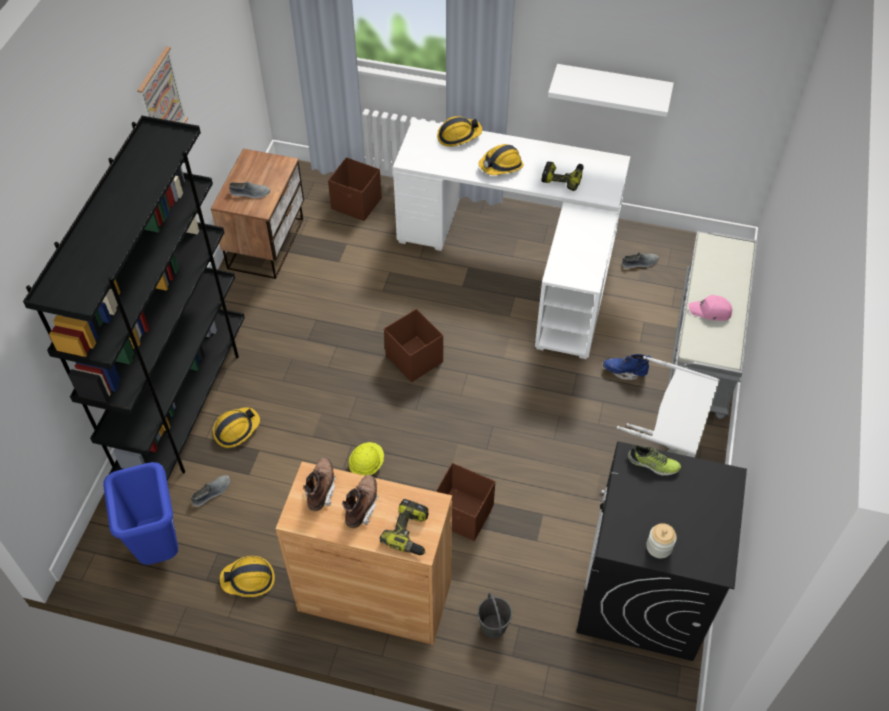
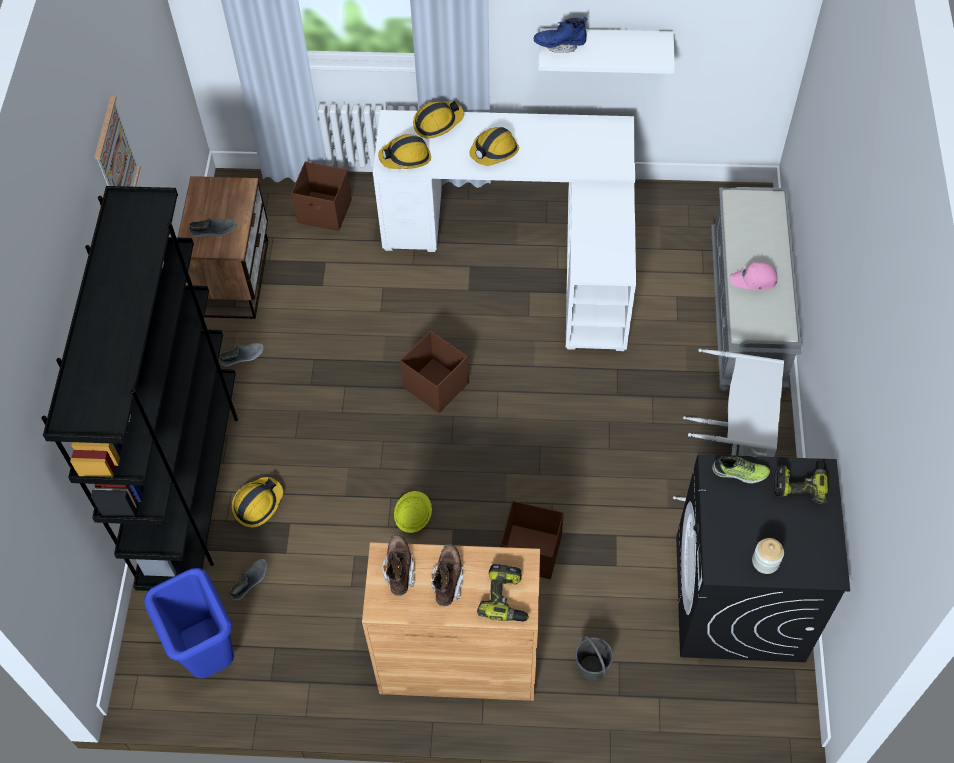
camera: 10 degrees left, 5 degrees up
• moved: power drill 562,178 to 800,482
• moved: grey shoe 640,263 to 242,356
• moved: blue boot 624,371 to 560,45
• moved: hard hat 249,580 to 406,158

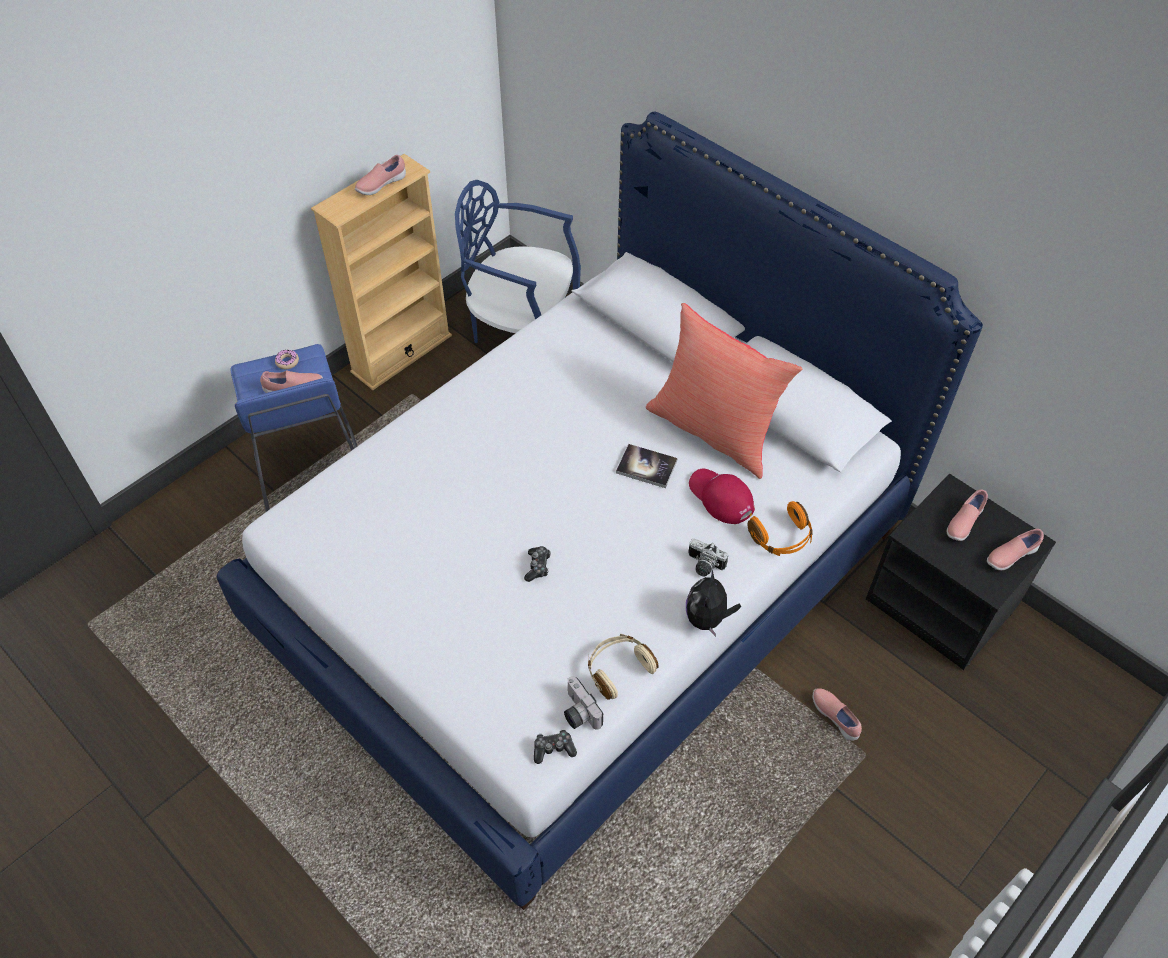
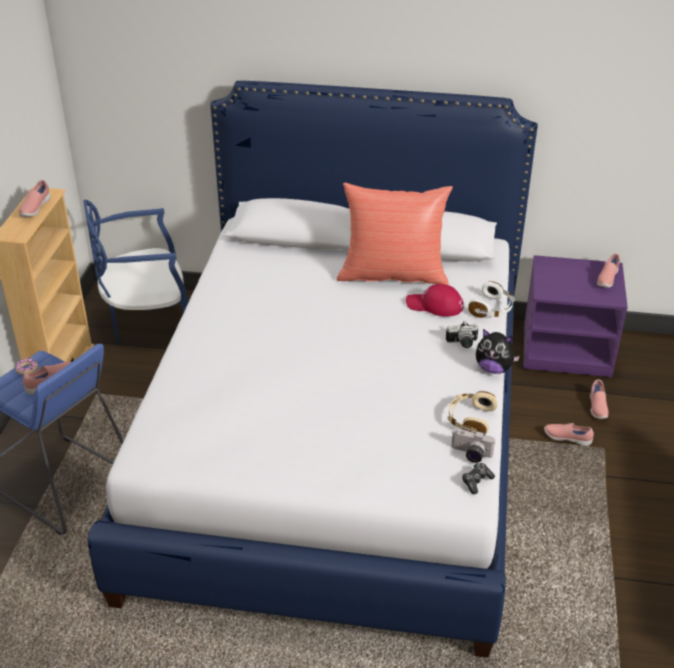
camera: 35 degrees left, 15 degrees down
• removed: book 646,467
• recoloured: black nightstand 943,603 to purple nightstand 567,350
• moved: pink shoe 963,522 to 597,407
• recoloured: orange headphones 781,537 to white headphones 492,309
• removed: game controller 538,566
• turned: plush toy 707,618 = 493,369 45 degrees counterclockwise

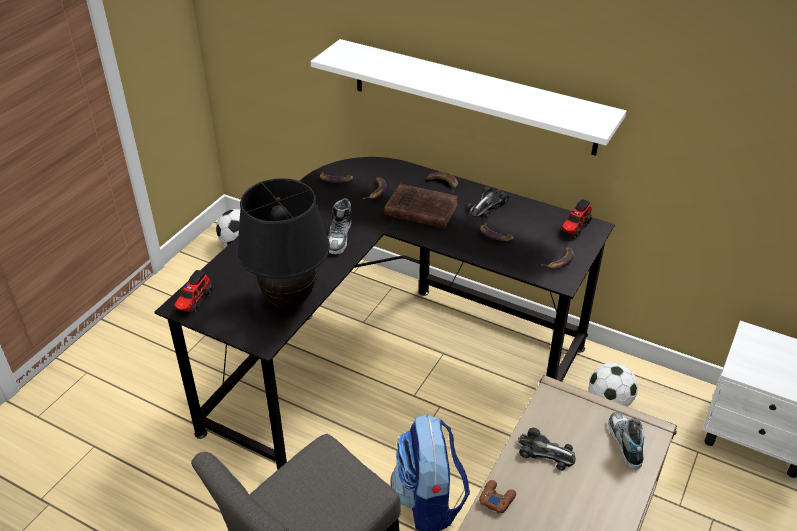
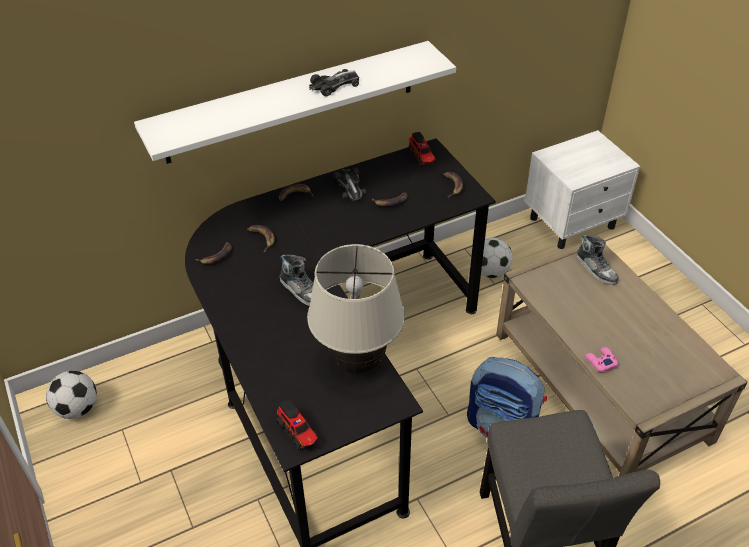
camera: 55 degrees left, 5 degrees up
• recoloured: black table lamp 289,300 to beige table lamp 358,362
• removed: brown book 419,209
• turned: shoe 624,443 = 596,269 150 degrees counterclockwise
• moved: toy car 545,452 to 335,85
• recoloured: brown game controller 496,498 to pink game controller 600,361

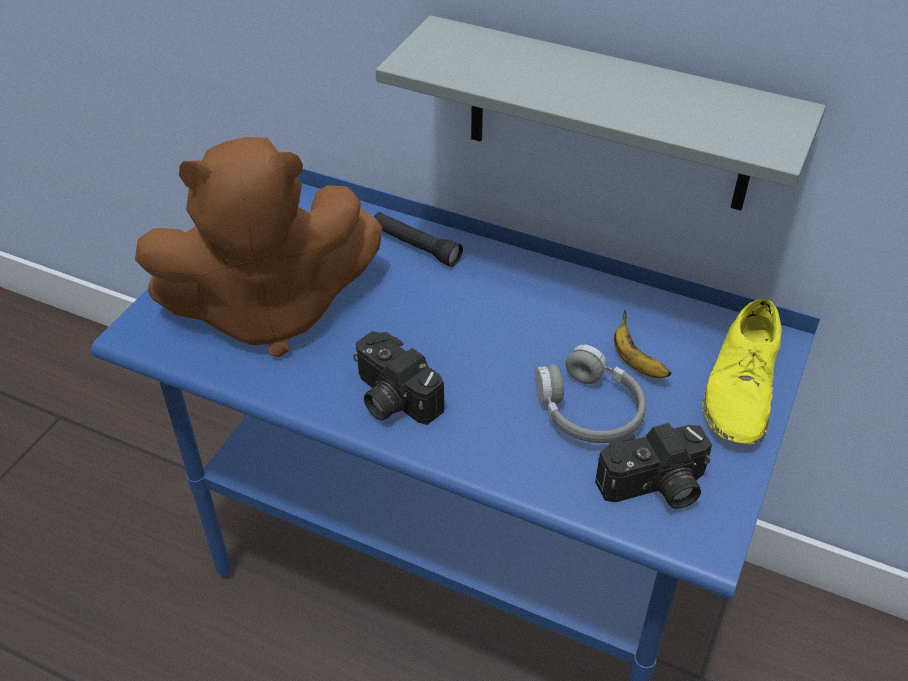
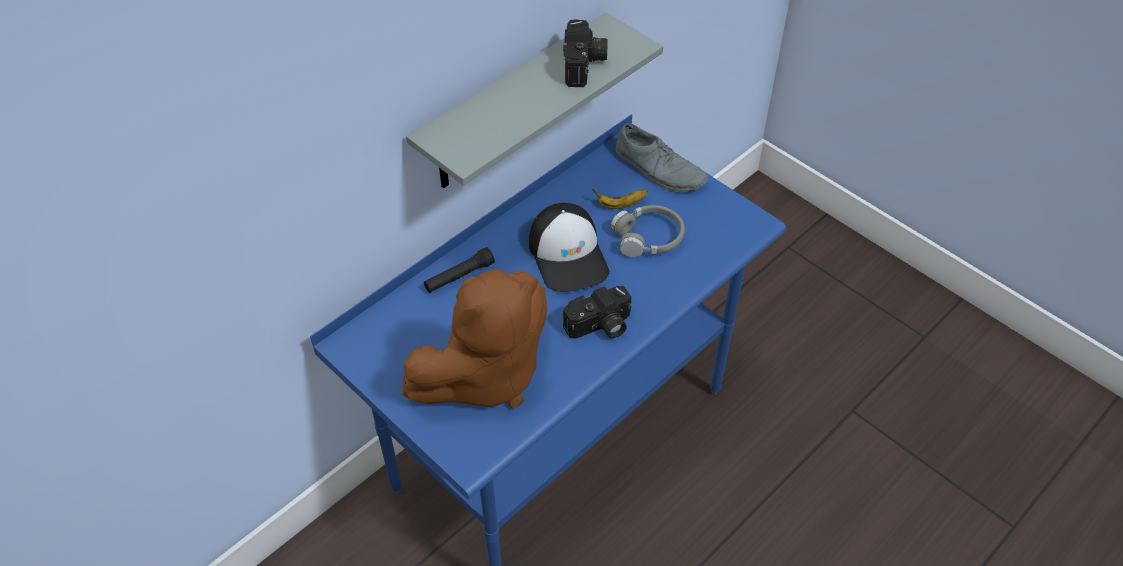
camera: 70 degrees left, 5 degrees up
• turned: brown plush toy 269,310 = 485,374 45 degrees clockwise
• recoloured: yellow shoe 741,388 to grey shoe 659,169
• moved: photo camera 655,488 to 585,65
• added: cap 569,255

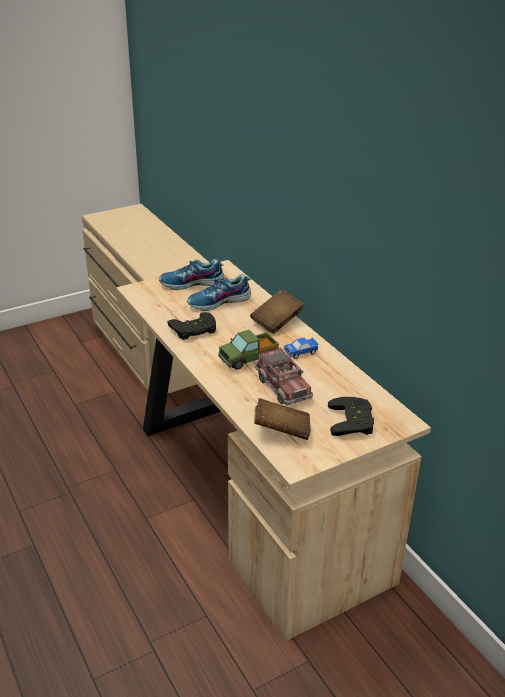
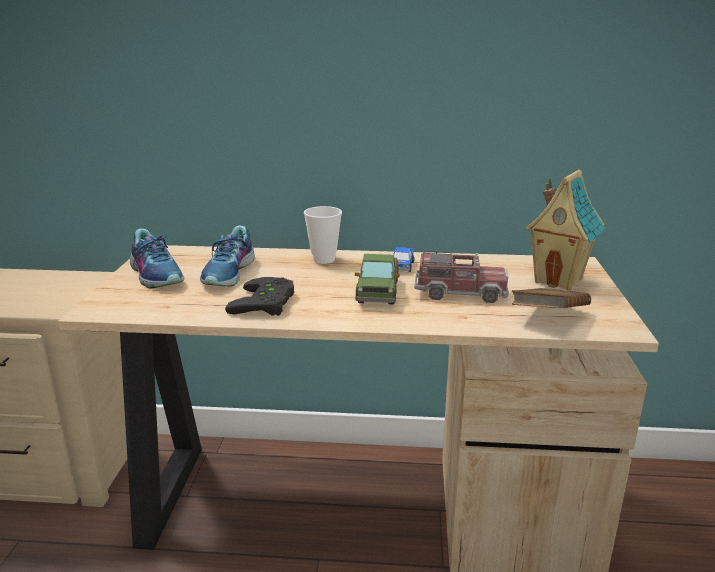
camera: 55 degrees left, 10 degrees down
• turned: shoe 192,283 = 157,274 60 degrees counterclockwise
• replaced: brown book 277,322 to cup 324,259
• replaced: black game controller 354,421 to toy house 559,280

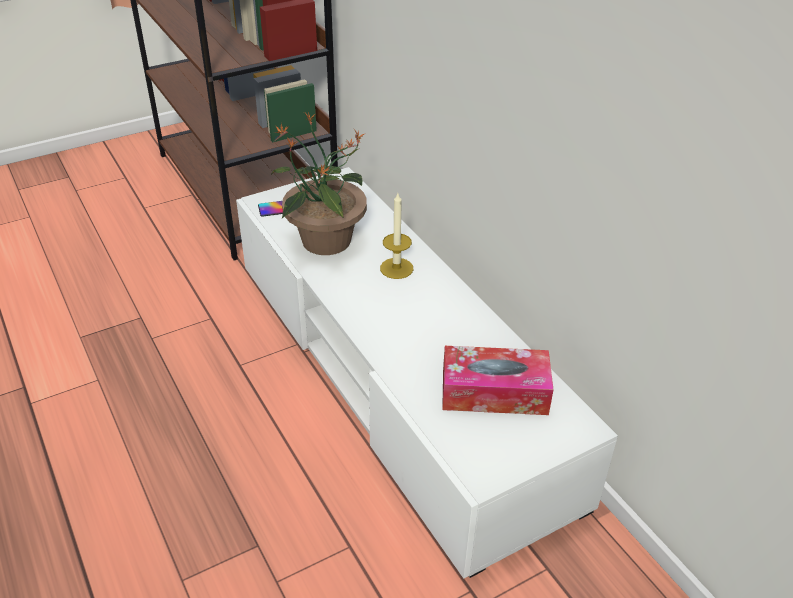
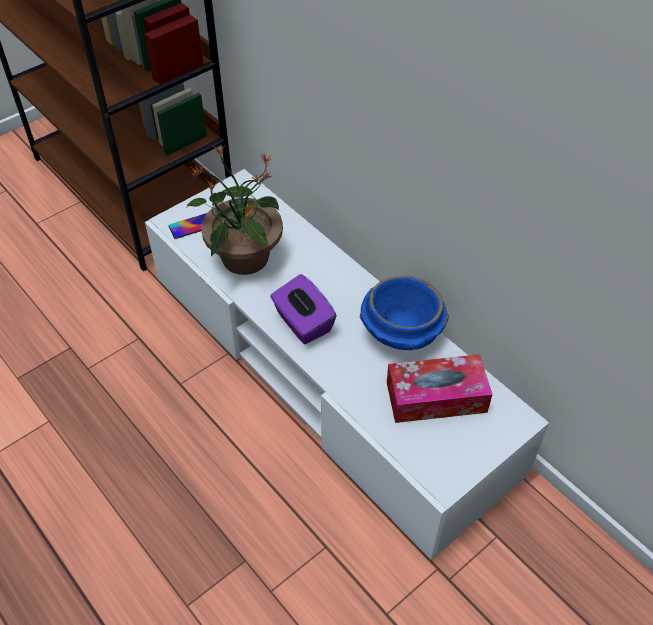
camera: 10 degrees left, 10 degrees up
• removed: candle 396,268
• added: purple tissue box 303,323
• added: blue bowl 400,333

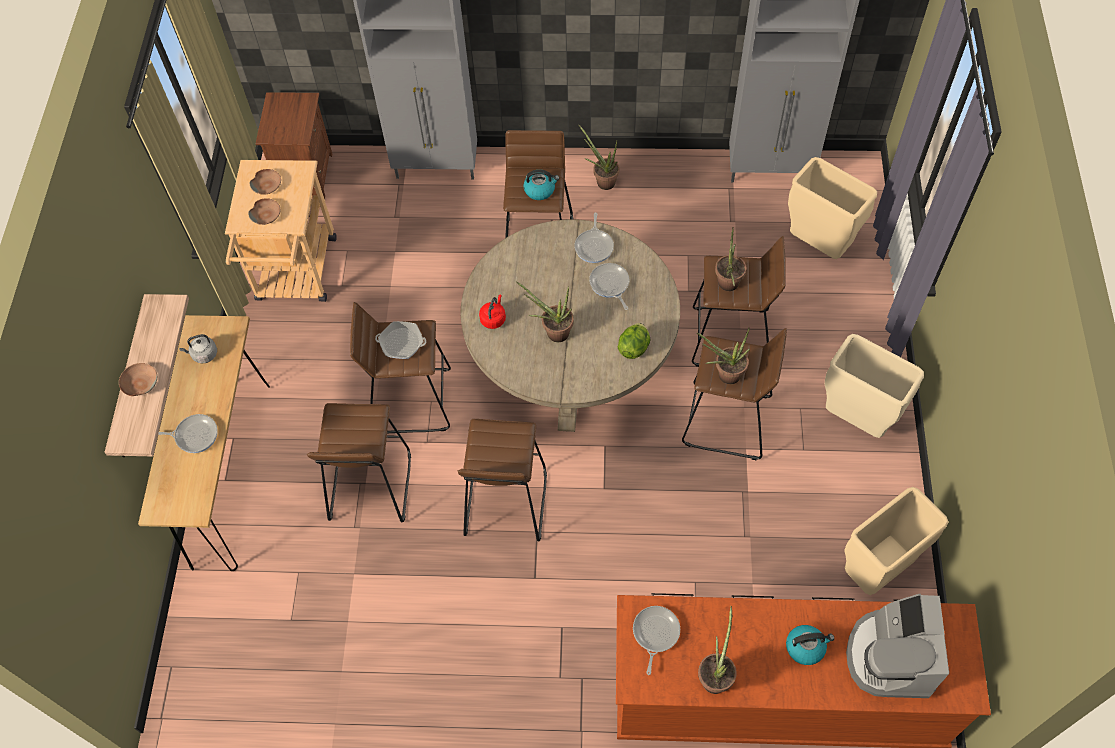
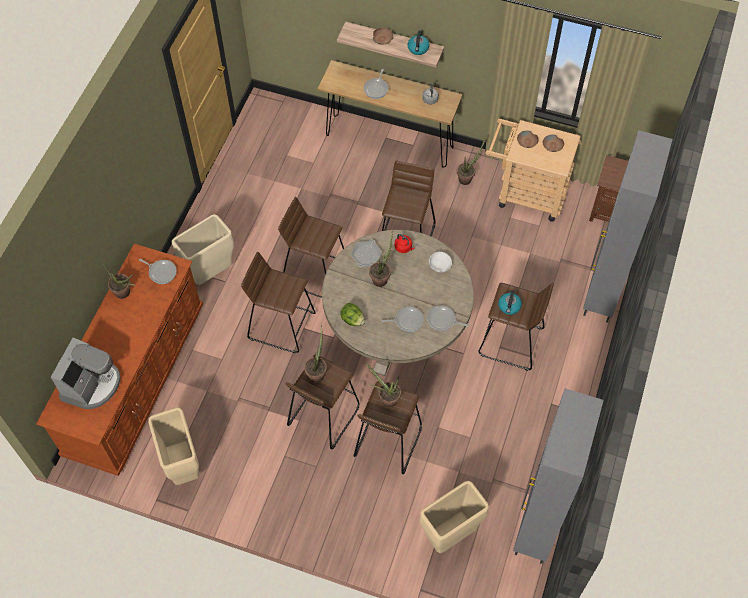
camera: 105 degrees right, 0 degrees up
• moved: potted plant 602,181 to 467,178
• moved: frying pan 401,343 to 366,255
• moved: beige trash can 857,419 to 211,274
• moved: brown stool 370,487 to 281,325
• turned: coffee machine 890,656 = 92,384 90 degrees clockwise
• moved: kettle 805,647 to 418,49
• added: white bowl 439,266

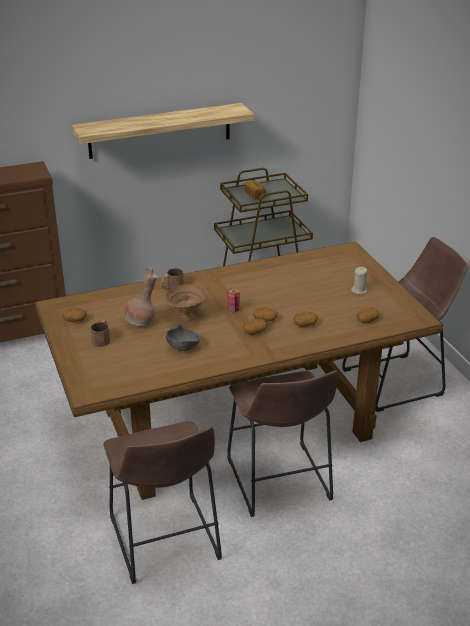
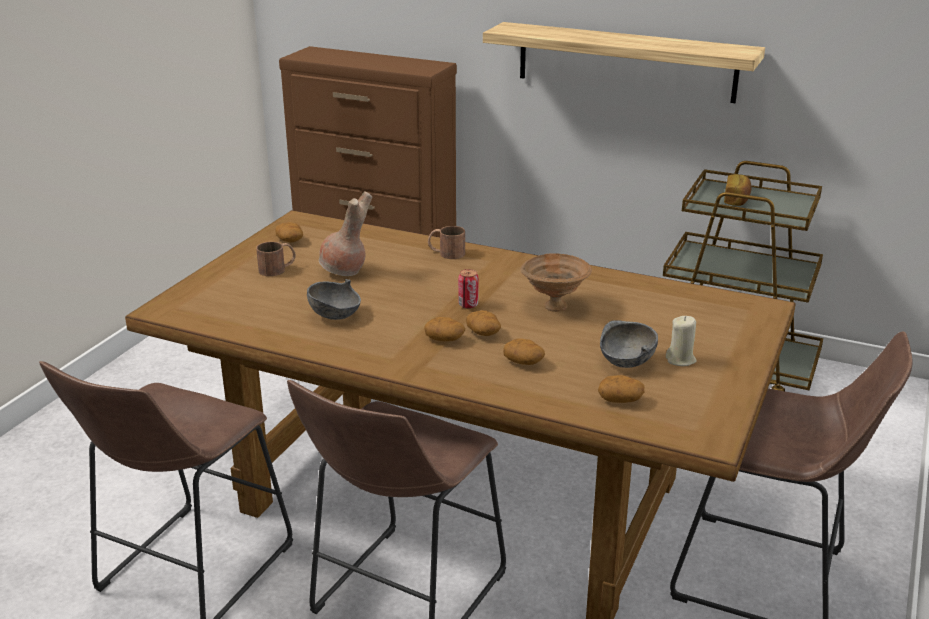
camera: 45 degrees right, 5 degrees down
• moved: brown bowl 186,318 to 553,306
• added: grey bowl 626,362

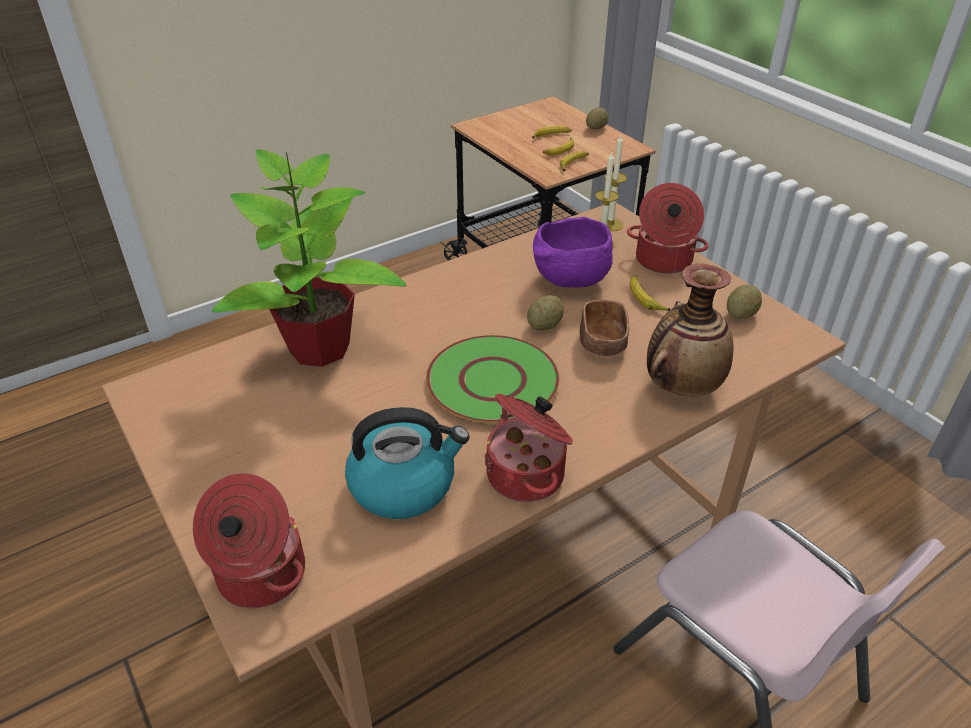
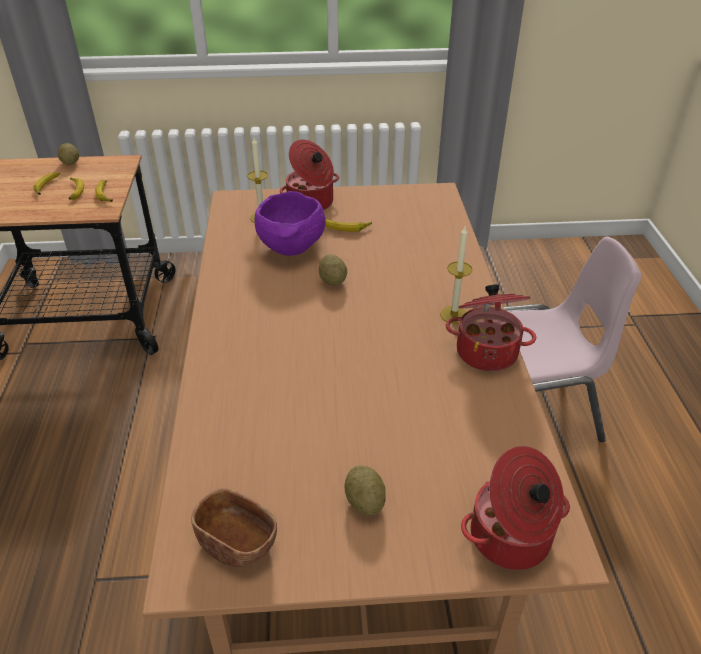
camera: 60 degrees left, 0 degrees up
• moved: candle 610,224 to 454,315
• removed: potted plant 319,349
• removed: vase 682,386
• moved: potato 740,314 to 365,501
• moved: brown bowl 602,343 to 237,542
• removed: green plate 492,380
• removed: kettle 404,485

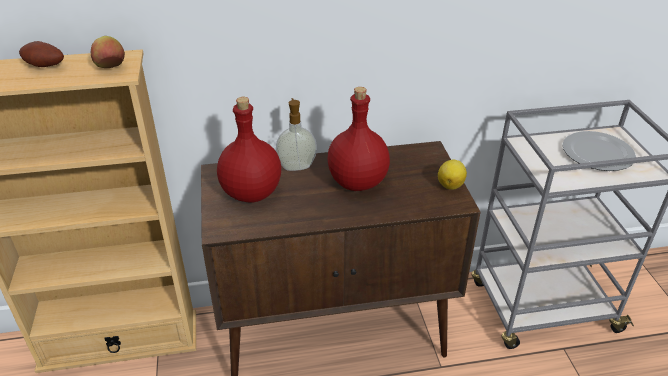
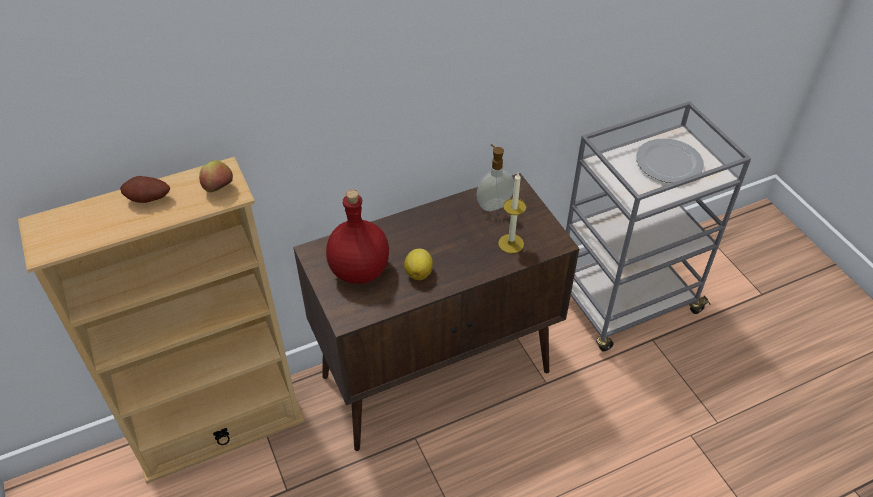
camera: 15 degrees left, 10 degrees up
• removed: red bottle 357,181
• moved: soap dispenser 296,166 to 493,204
• moved: lemon 451,185 to 419,272
• added: candle 511,243

